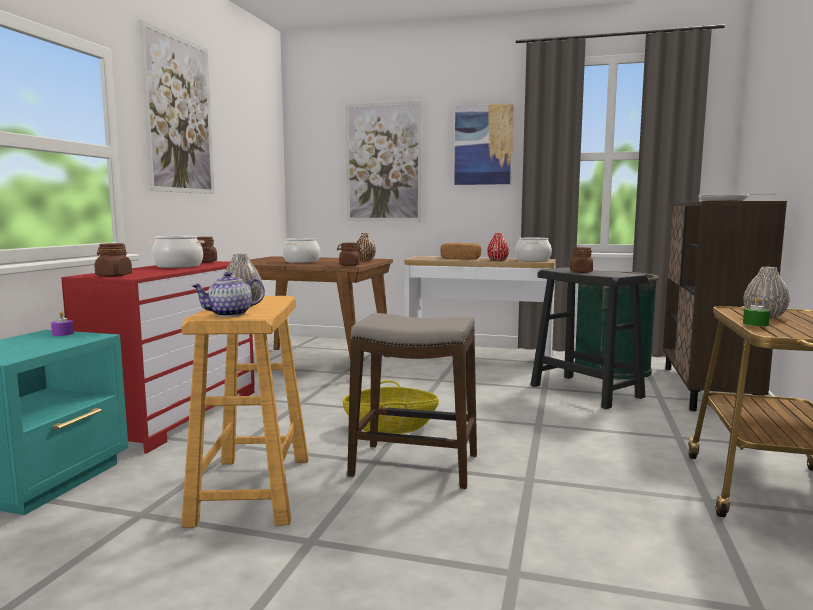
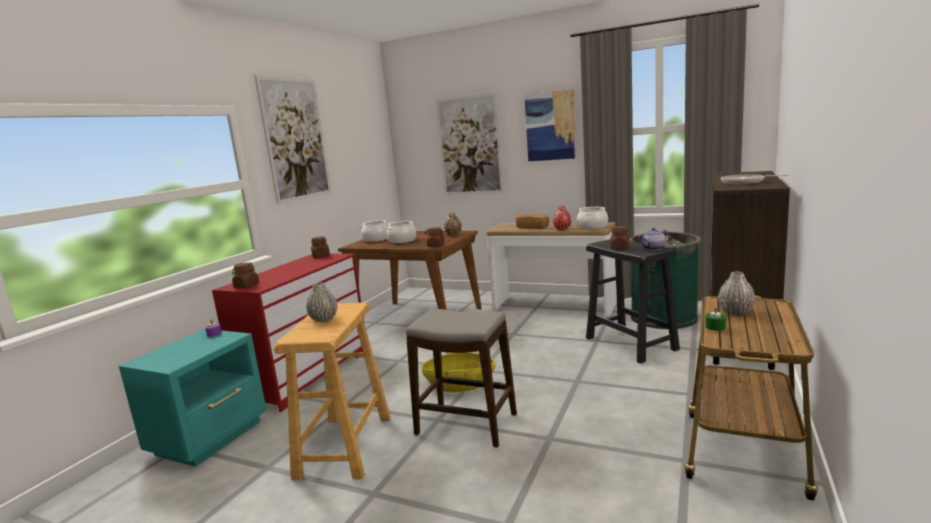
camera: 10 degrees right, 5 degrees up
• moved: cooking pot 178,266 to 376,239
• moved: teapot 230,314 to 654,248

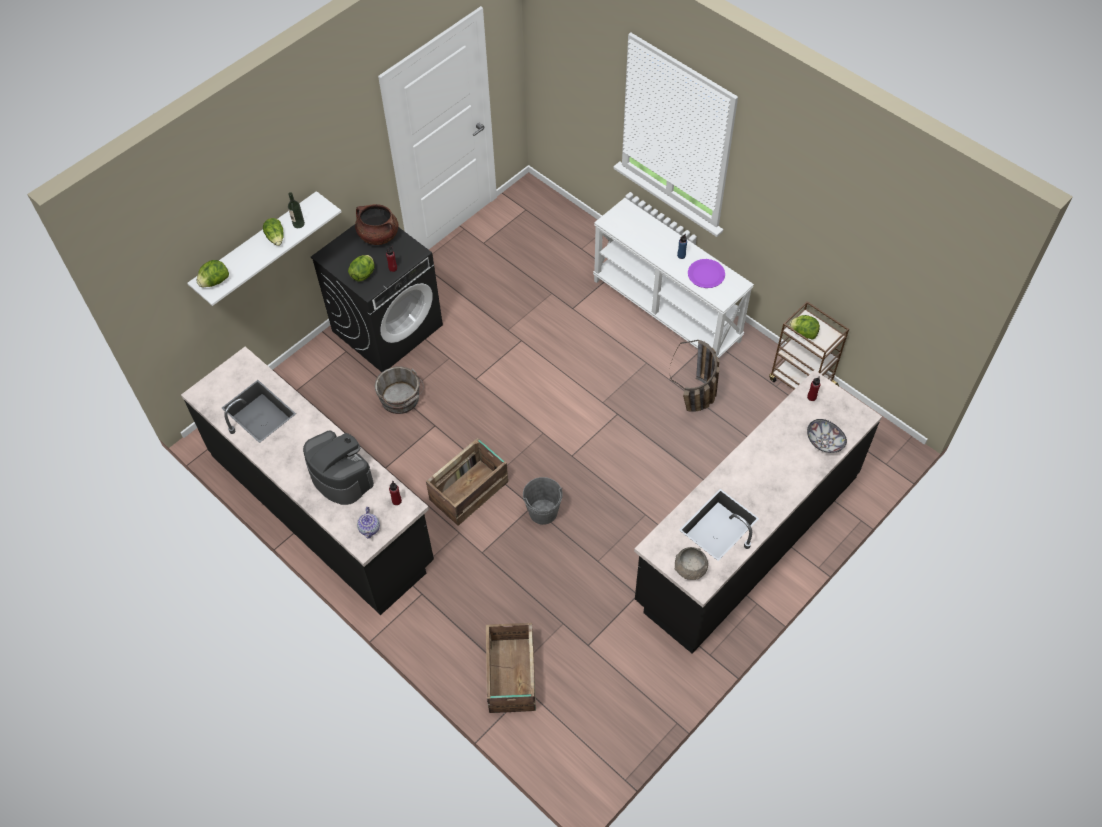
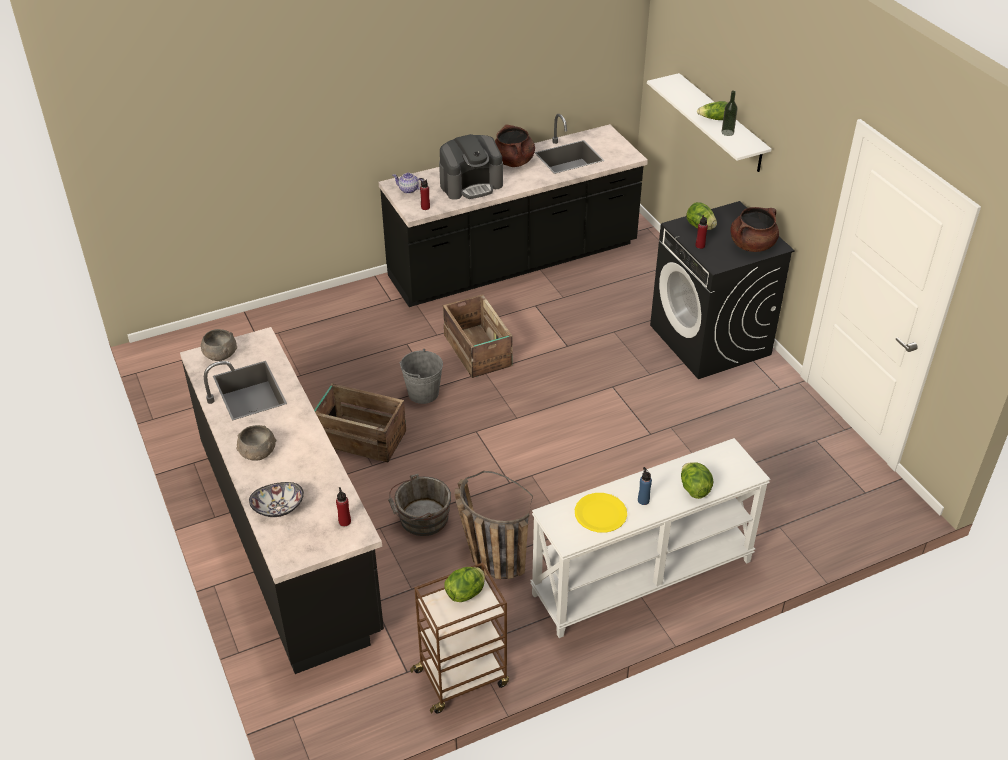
camera: 110 degrees right, 15 degrees down
• recoloured: purple plate 706,274 to yellow plate 600,514
• moved: lettuce 215,282 to 694,489
• moved: grey bucket 401,399 to 421,518
• moved: crate 511,676 to 360,437
• added: brown cooking pot 513,162
• added: grey bowl 257,453

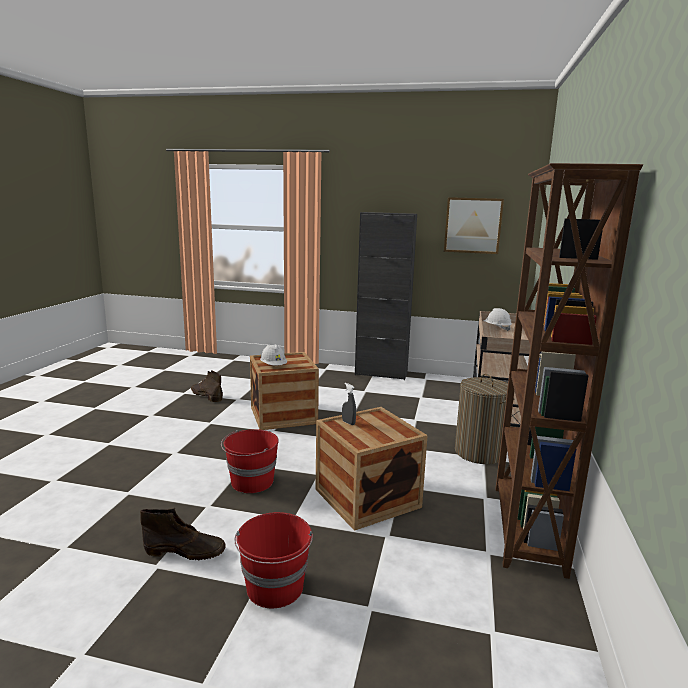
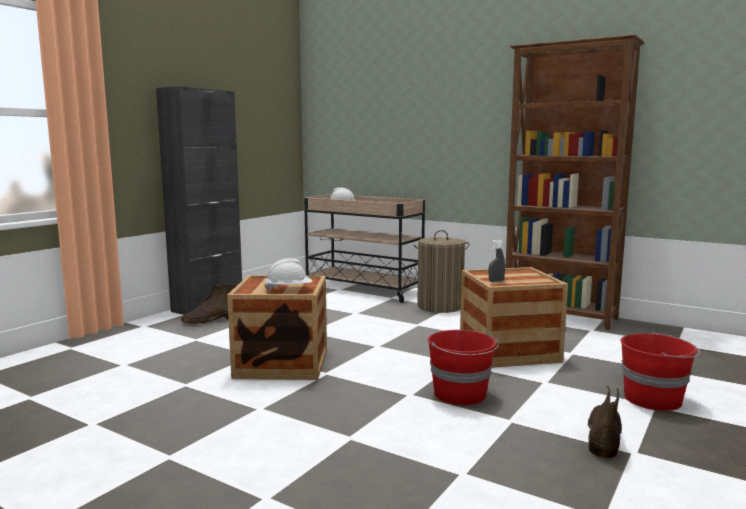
camera: 70 degrees left, 5 degrees down
• removed: picture 473,225
• moved: brown boot 206,395 to 210,321

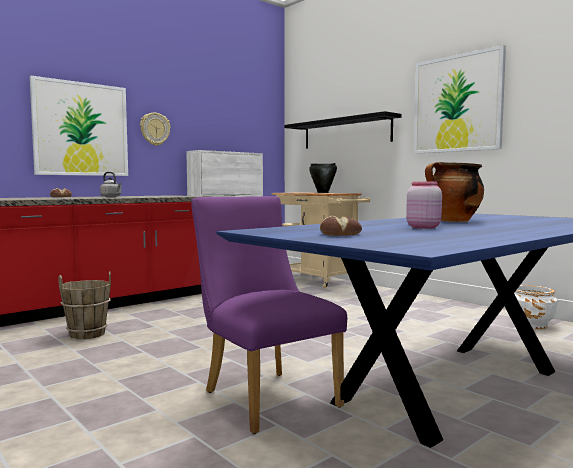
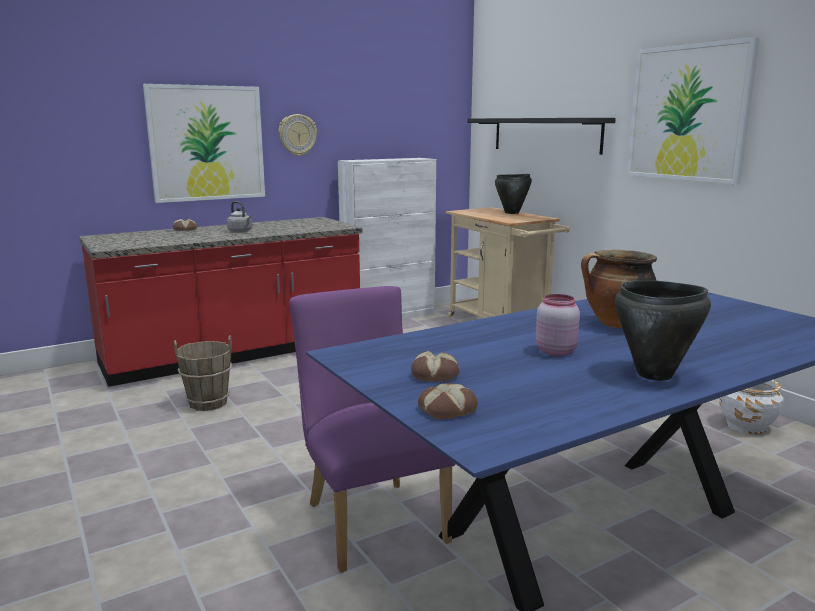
camera: 10 degrees right, 10 degrees up
• added: black cooking pot 655,375
• added: bread 447,408

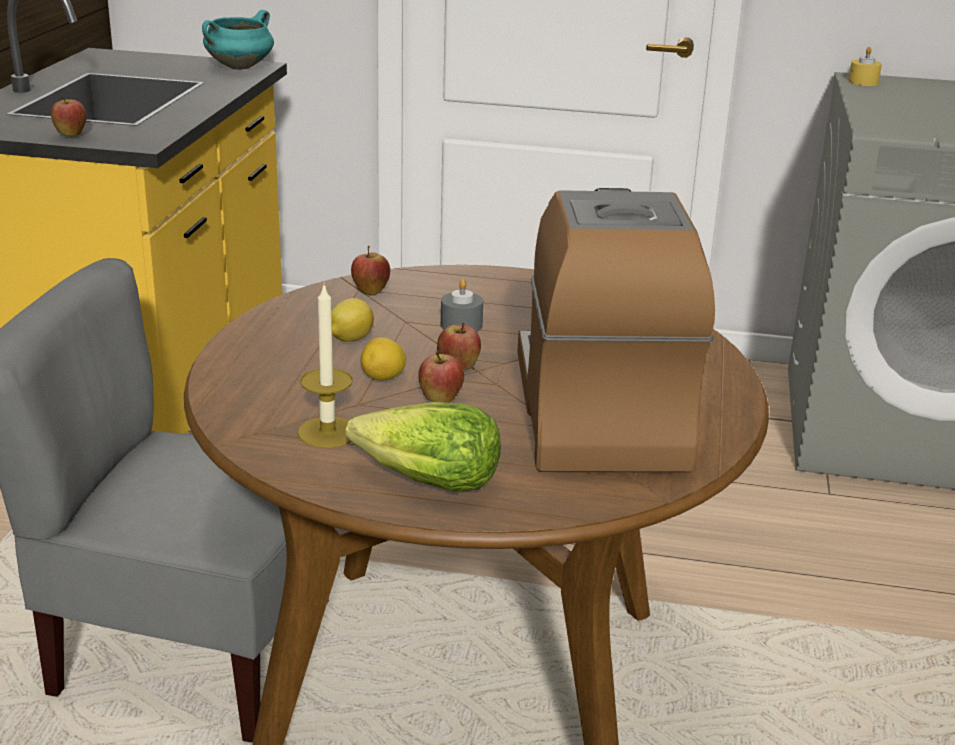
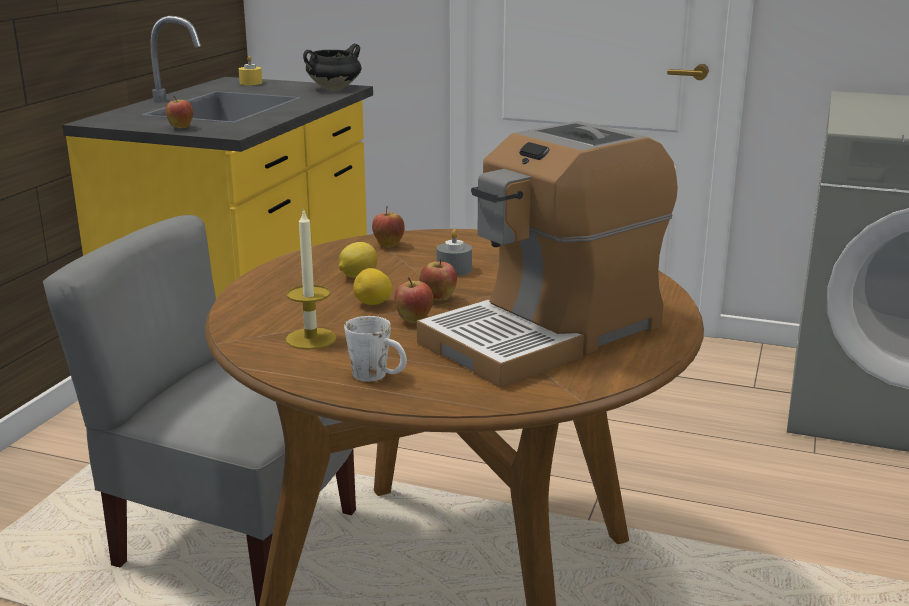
camera: 10 degrees right, 5 degrees down
• recoloured: turquoise cooking pot 239,67 to black cooking pot 334,88
• moved: yellow candle 863,82 to 251,83
• turned: coffee machine 598,412 = 546,334 135 degrees counterclockwise
• replaced: lettuce 428,482 to white mug 378,377

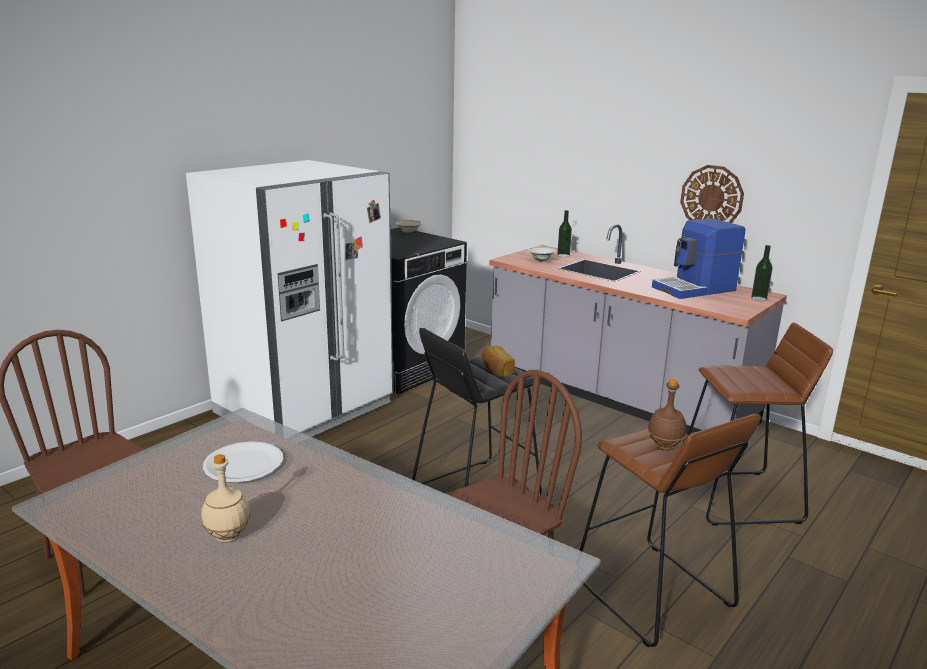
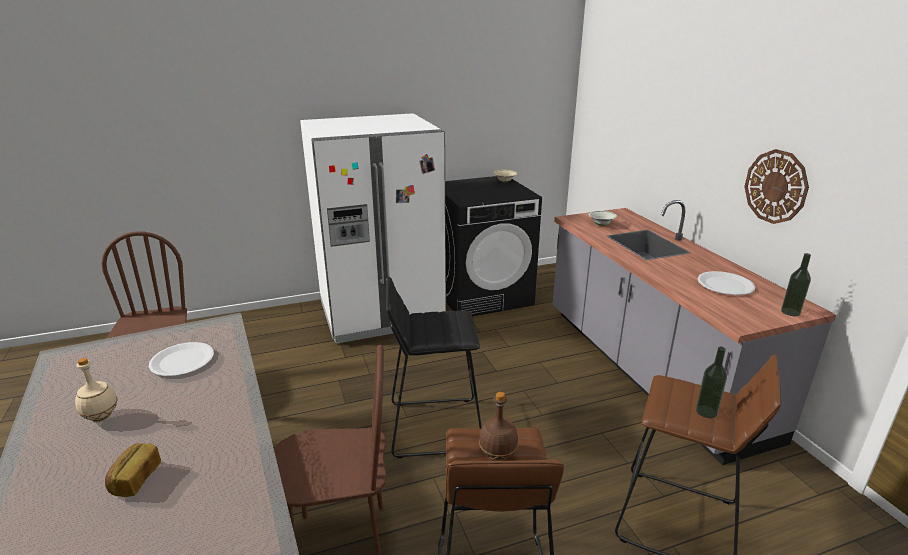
camera: 30 degrees right, 5 degrees up
• moved: bottle 563,255 to 706,411
• replaced: coffee machine 695,289 to white plate 725,285
• moved: bread 496,370 to 135,479

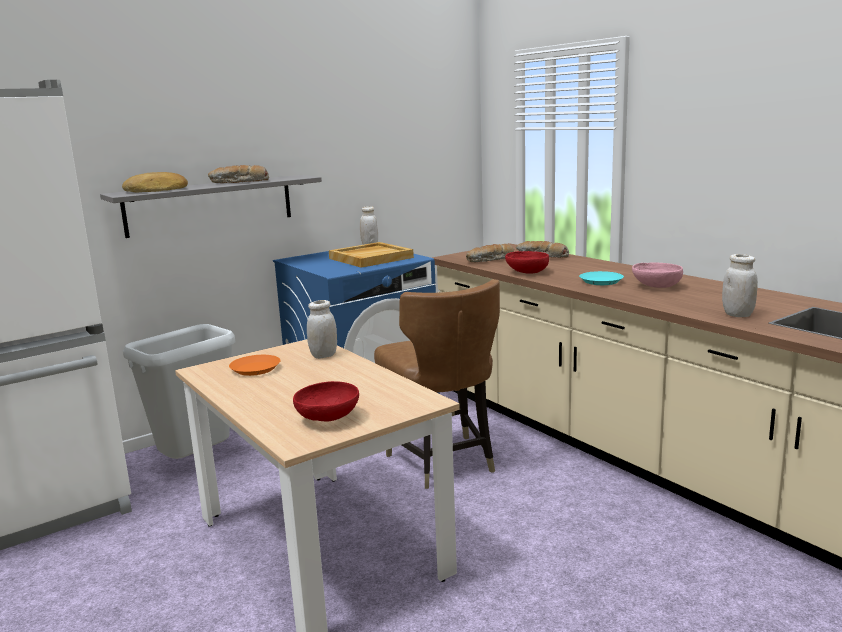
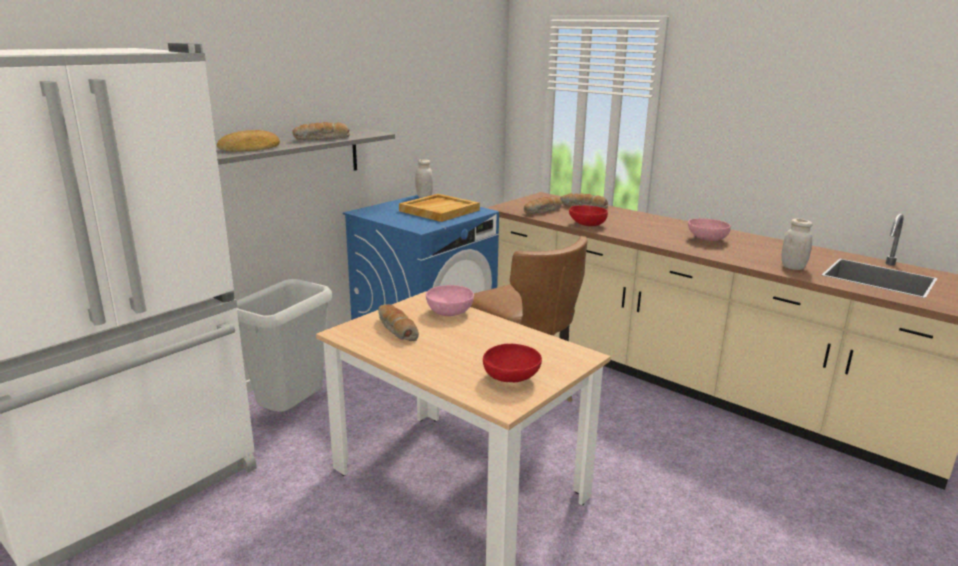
camera: 15 degrees left, 5 degrees up
• removed: turquoise plate 601,281
• replaced: white jar 324,355 to pink bowl 449,312
• replaced: orange plate 255,369 to bread 396,329

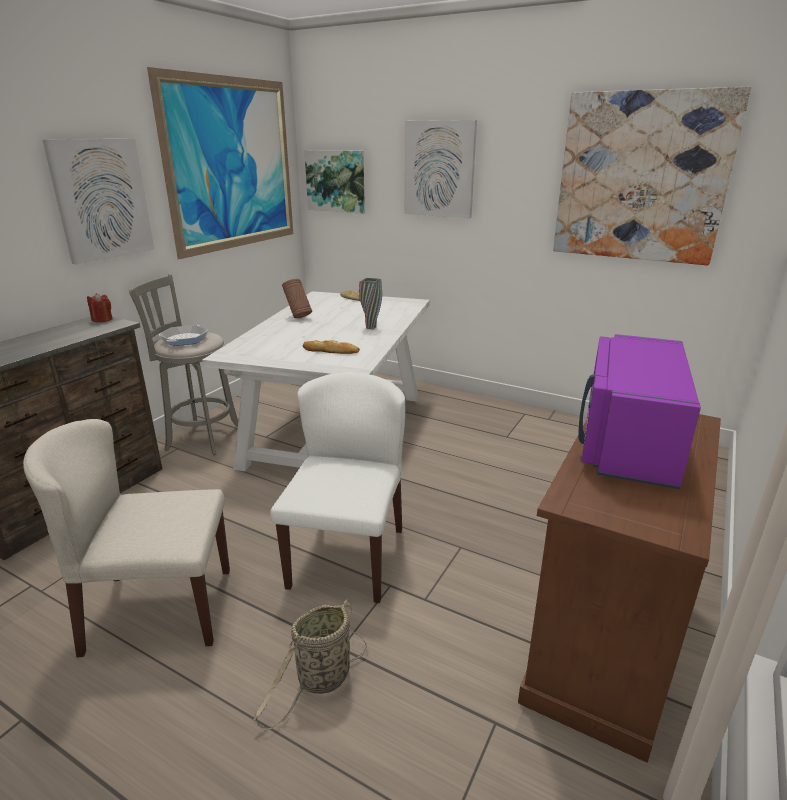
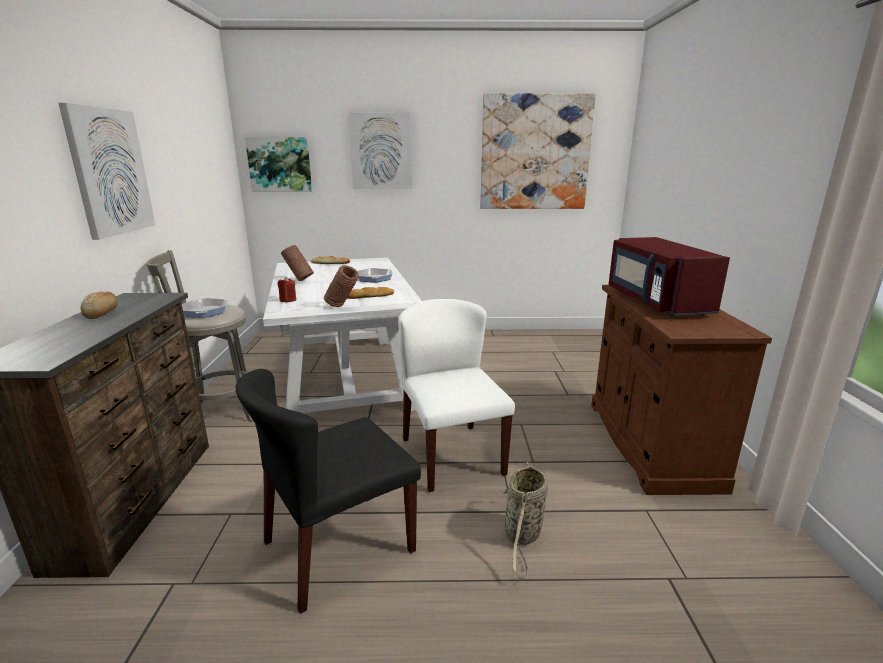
camera: 30 degrees left, 5 degrees down
• removed: picture 232,165
• replaced: grey vase 371,327 to frying pan 374,278
• moved: red candle 102,319 to 288,300
• recoloured: purple microwave 627,442 to red microwave 655,302
• recoloured: beige chair 158,610 to black chair 338,547
• added: brown vase 342,307
• added: bread 102,313

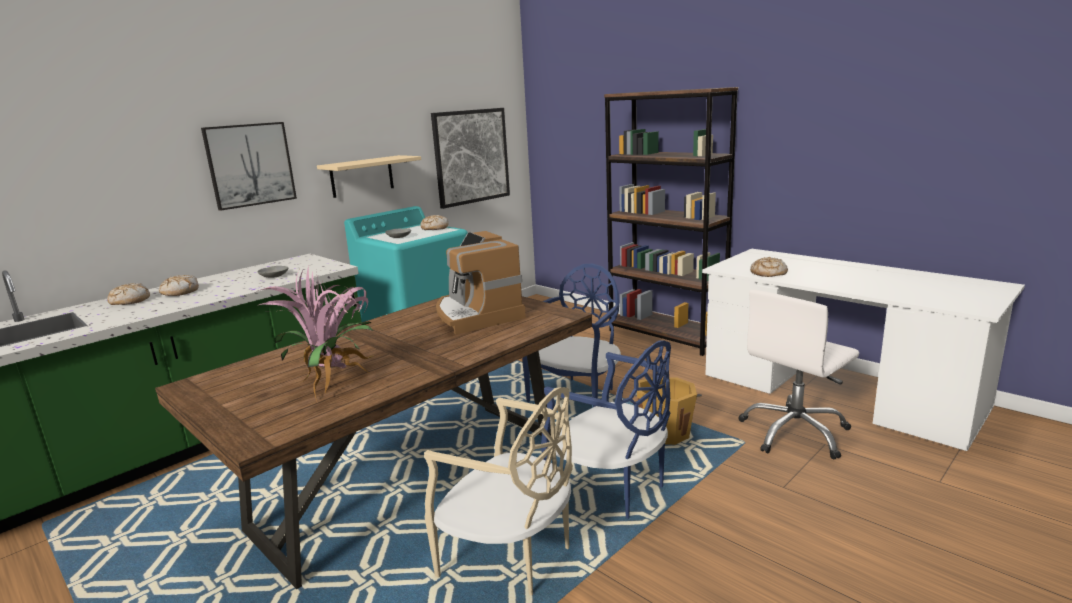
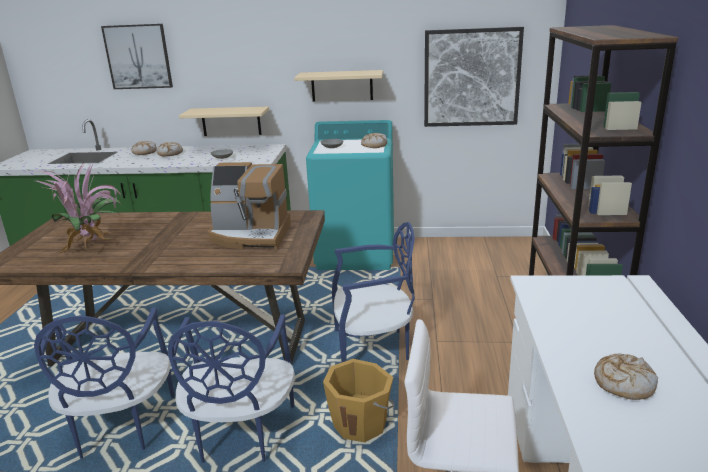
camera: 50 degrees right, 5 degrees up
• moved: picture 250,165 to 138,56
• turned: coffee machine 476,315 = 251,236 105 degrees counterclockwise
• moved: bread 768,273 to 623,383
• recoloured: beige chair 511,556 to blue chair 120,428
• added: beige shelf 231,121

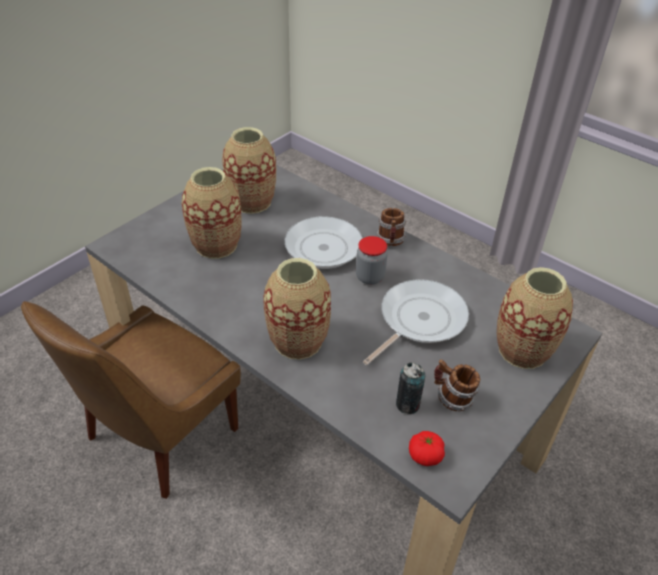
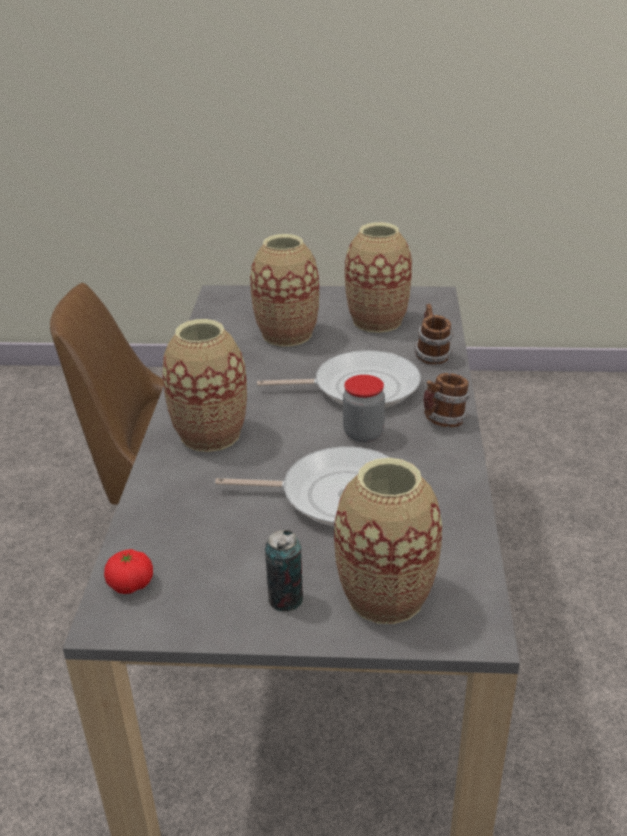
camera: 55 degrees right, 10 degrees down
• moved: mug 452,398 to 431,356
• moved: can 407,405 to 285,599

